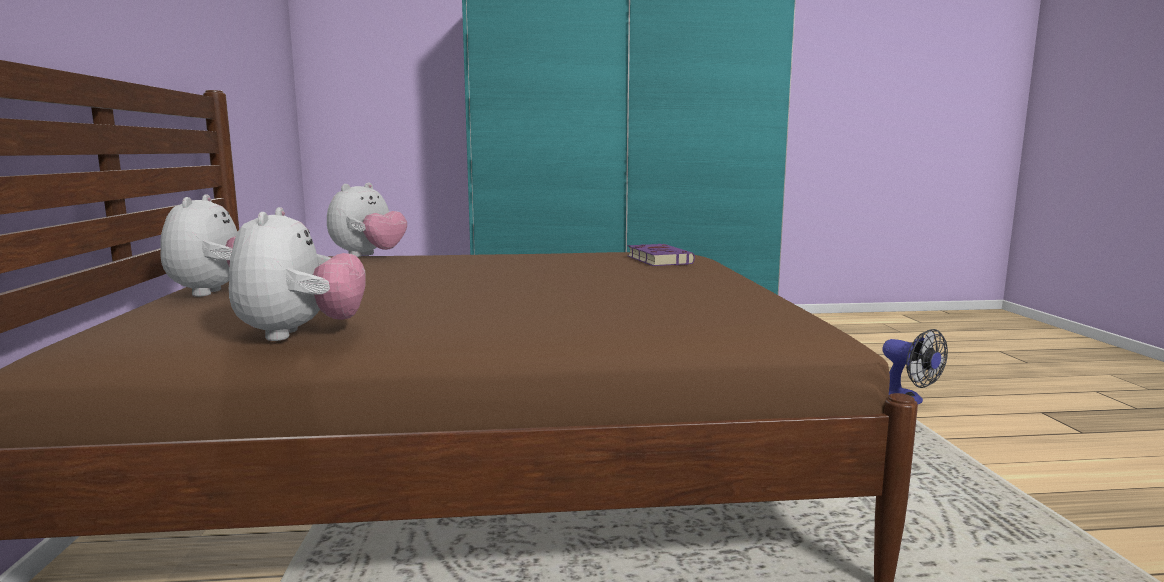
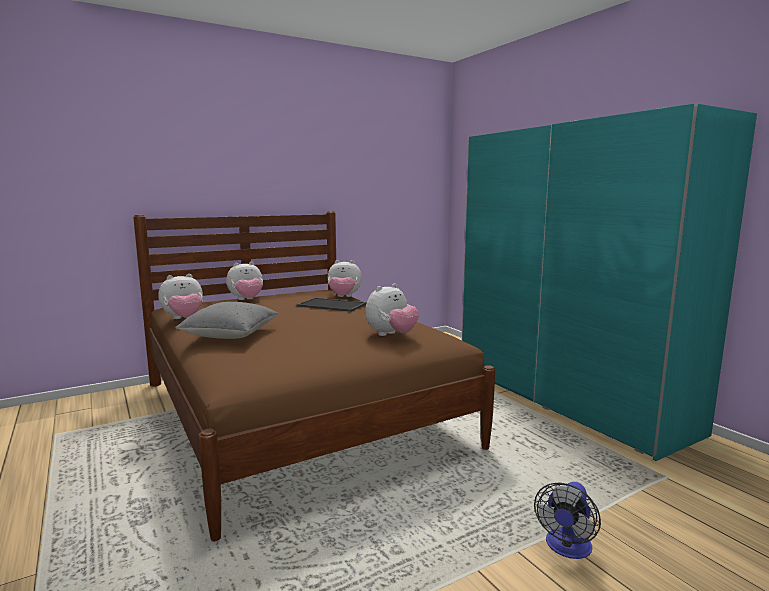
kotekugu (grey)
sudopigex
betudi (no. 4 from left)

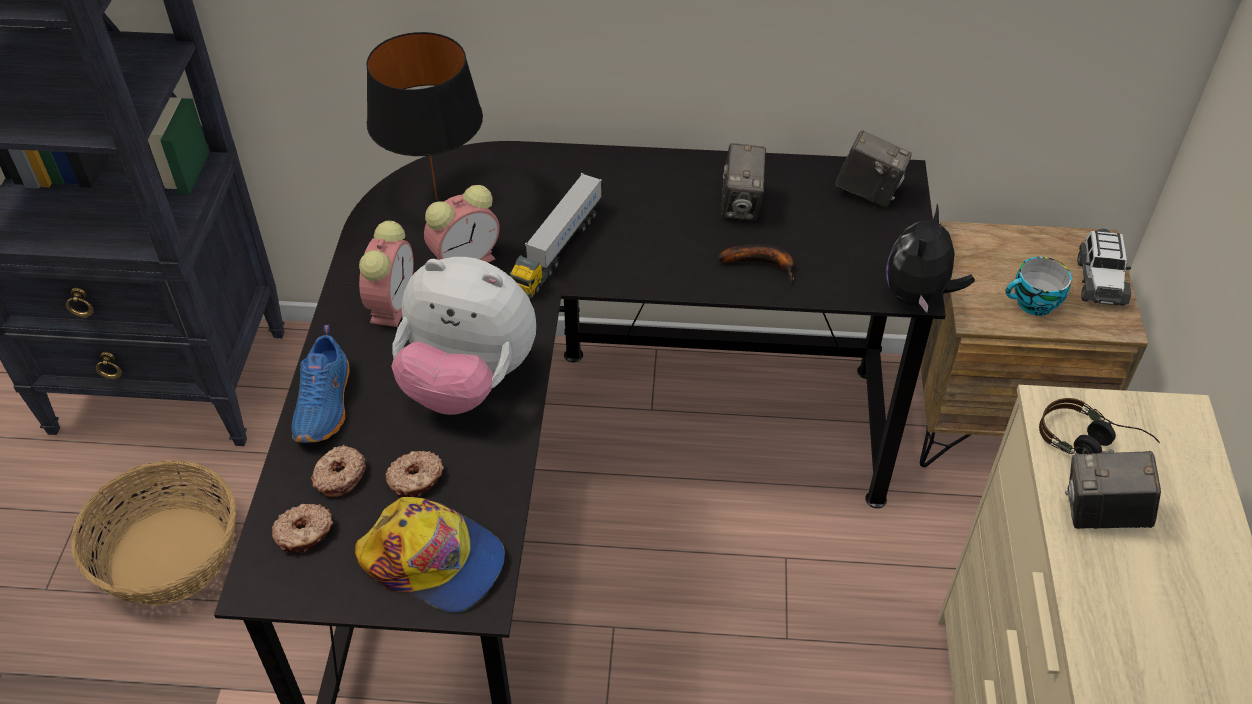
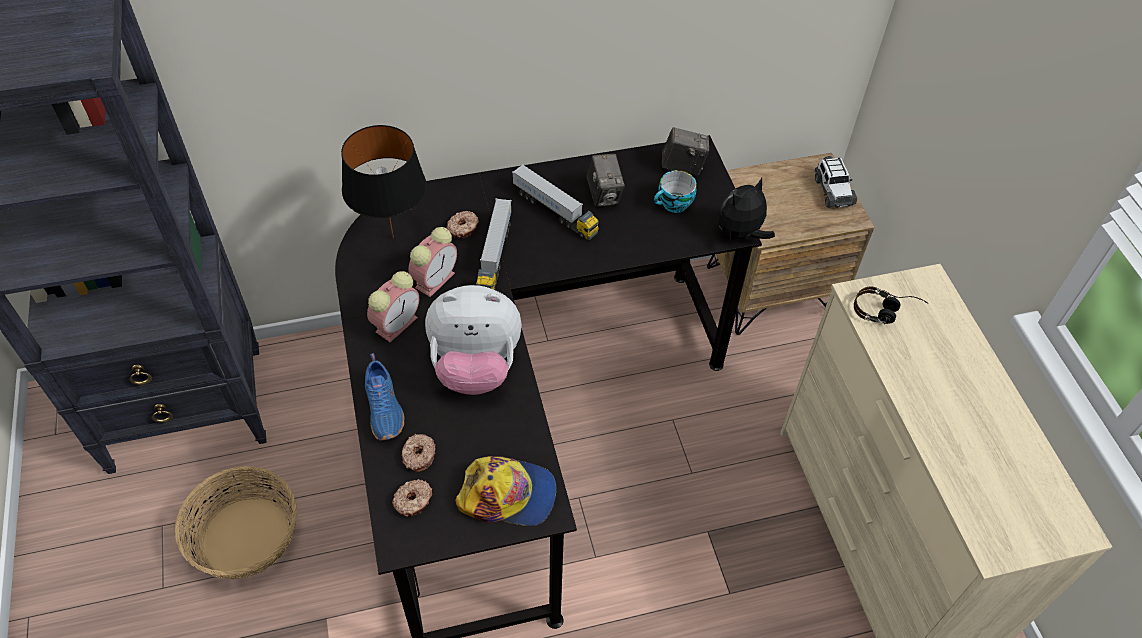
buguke
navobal (no. 3 from left in the first image)
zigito (no. 2 from left)
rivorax (no. 3 from left)
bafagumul
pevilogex (no. 1 from left)
betudi (no. 2 from left)

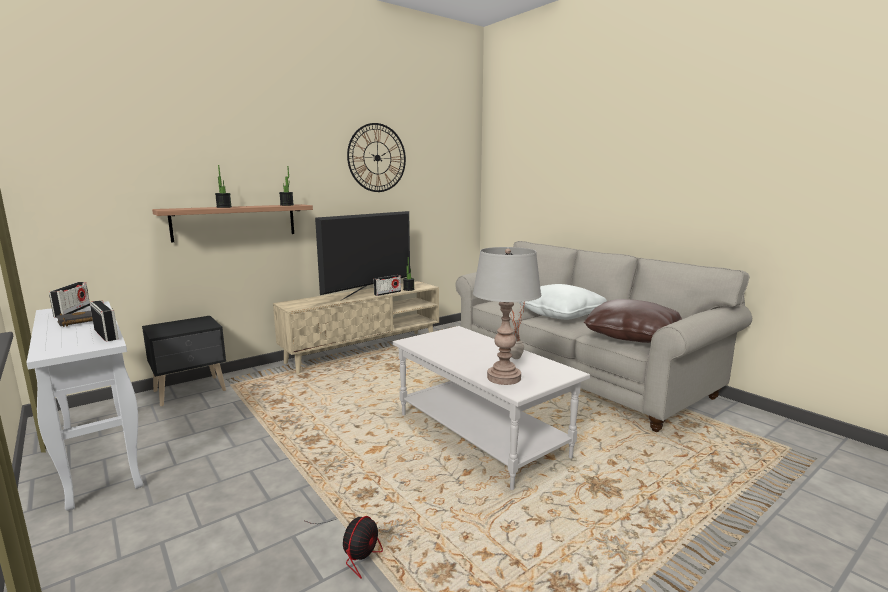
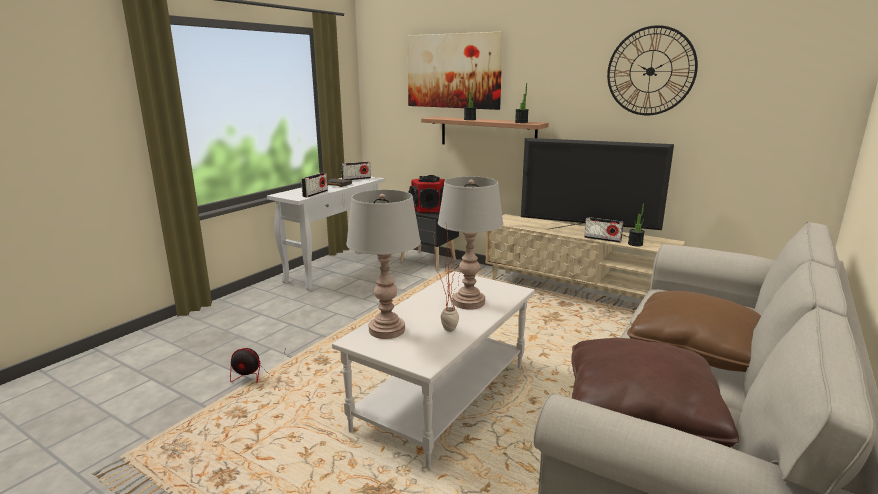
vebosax
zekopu
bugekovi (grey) (no. 2 from left)
kotekugu (brown) (no. 2 from left)

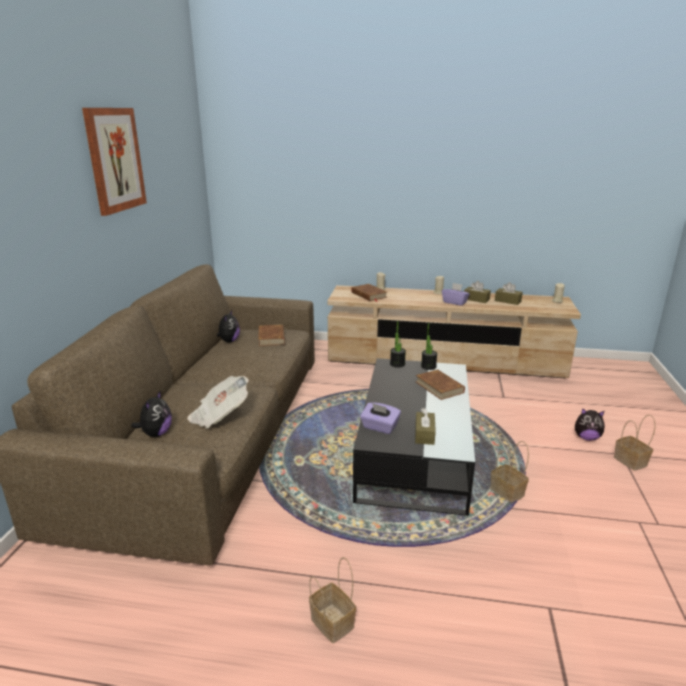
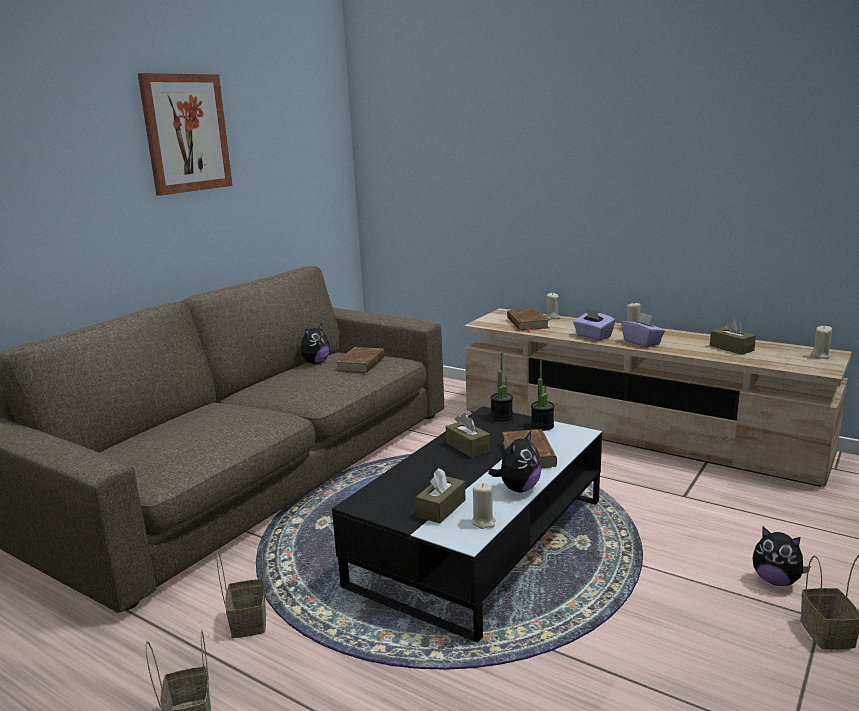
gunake
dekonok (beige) (no. 1 from left)
betudi (no. 2 from left)
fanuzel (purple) (no. 1 from left)
fanuzel (brown) (no. 2 from left)
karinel (no. 2 from left)

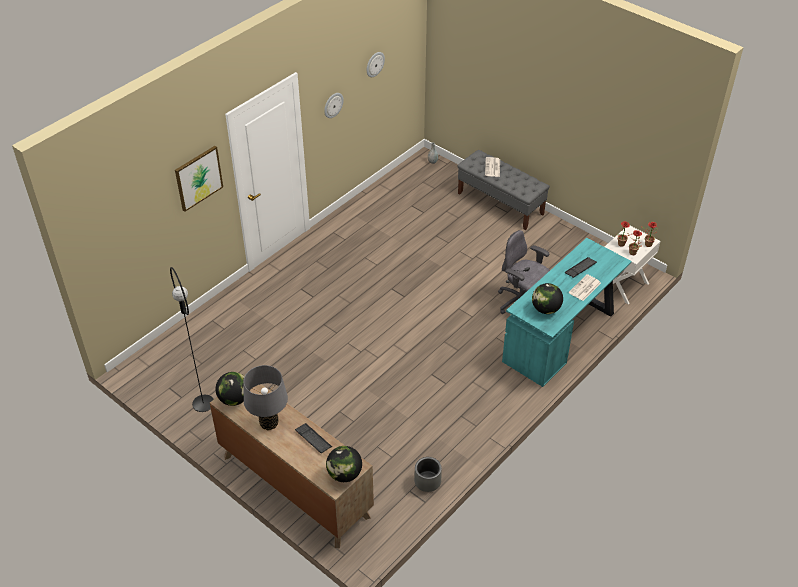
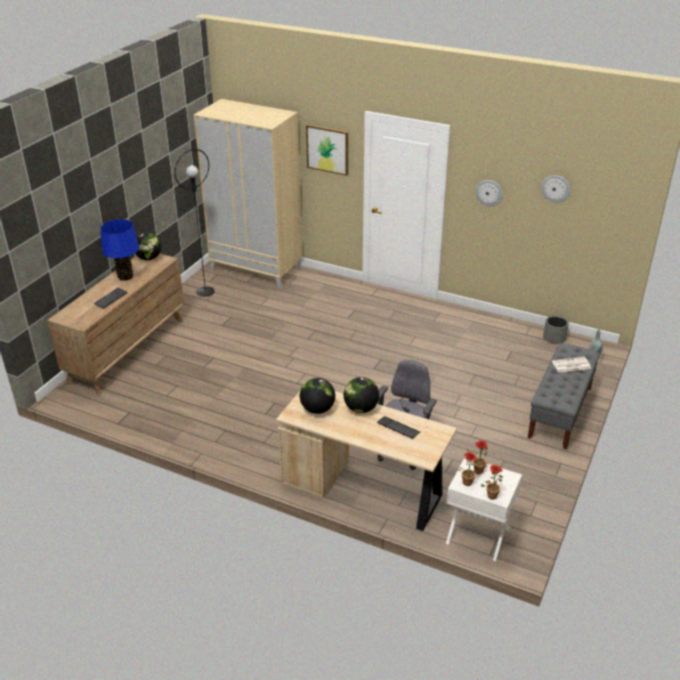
gunake (no. 2 from left in the first image)
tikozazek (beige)
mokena (no. 3 from left)
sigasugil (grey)
bugekovi (blue)
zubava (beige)

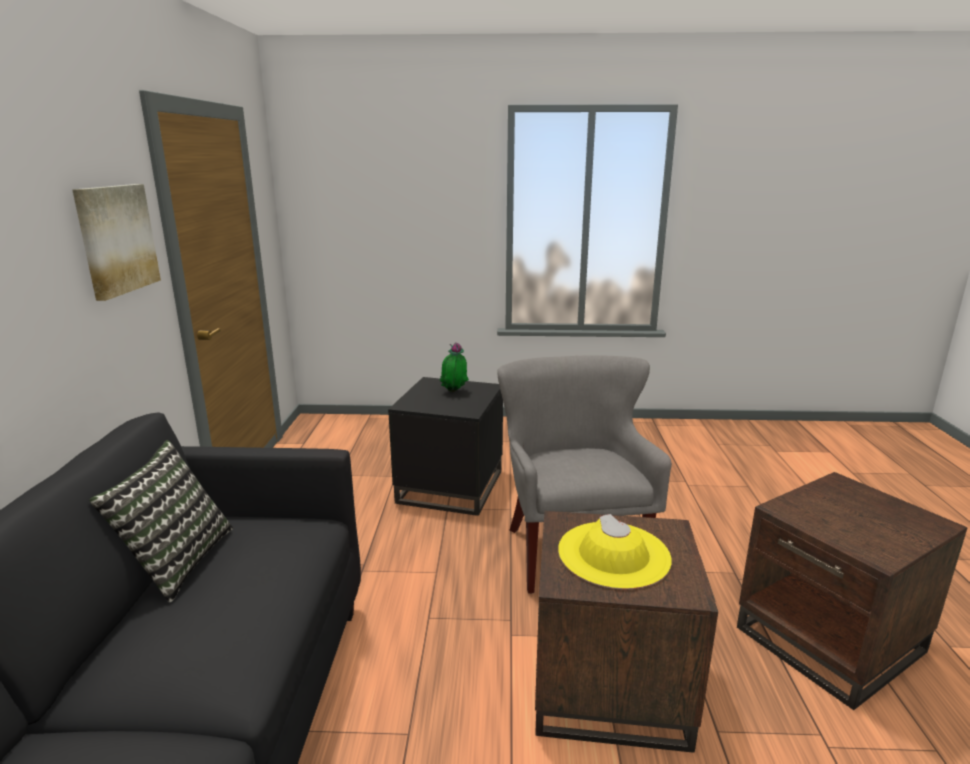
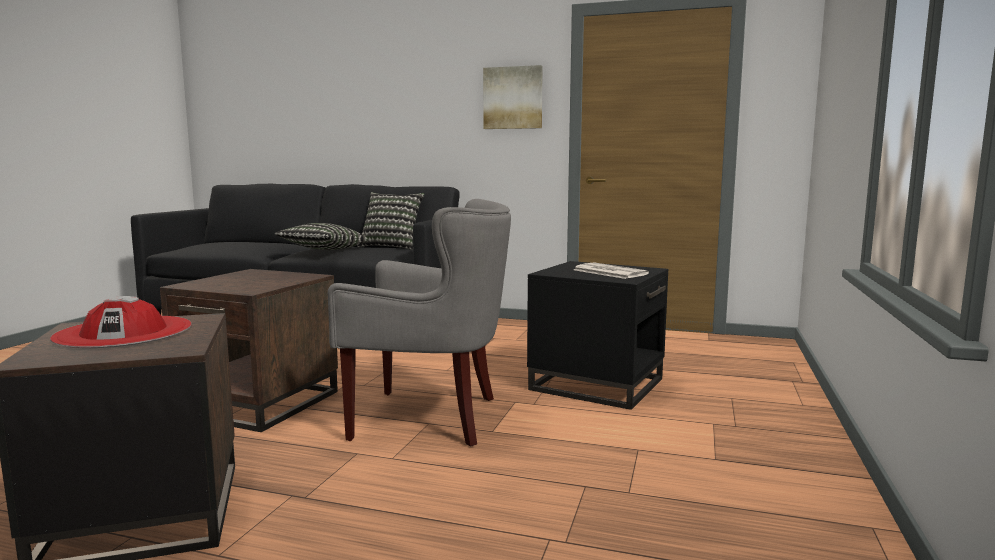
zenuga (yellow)
zenuga (red)
kotekugu (no. 1 from left)
gunake

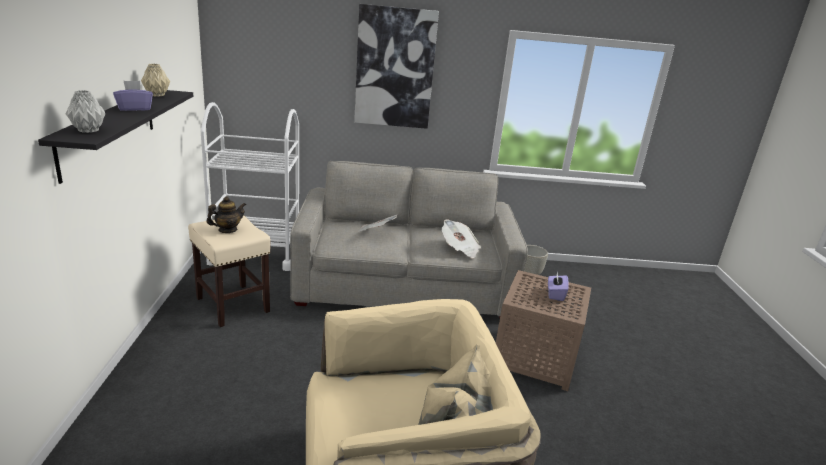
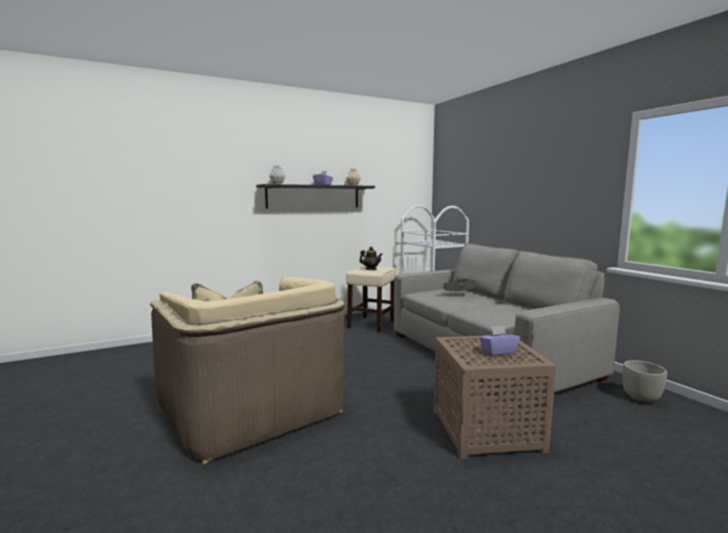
vebosax
gunake (no. 2 from left in the first image)

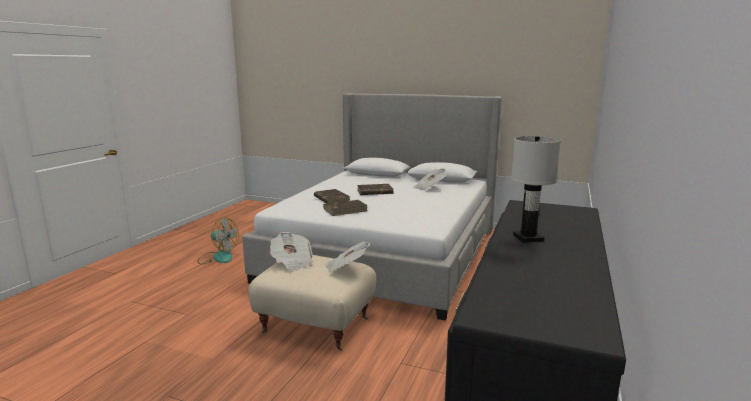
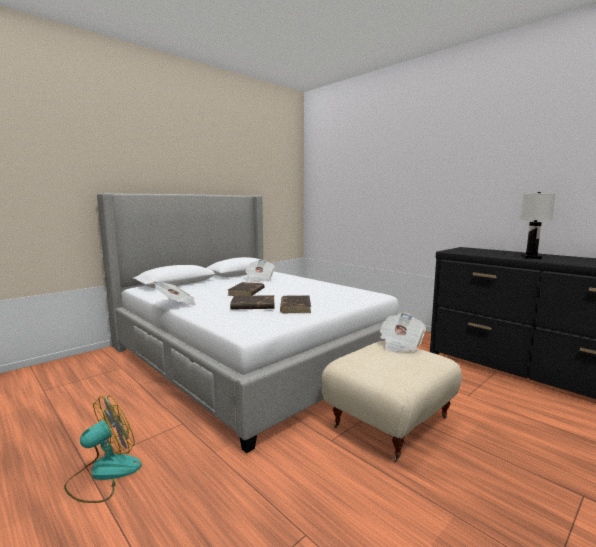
gunake (no. 1 from left)

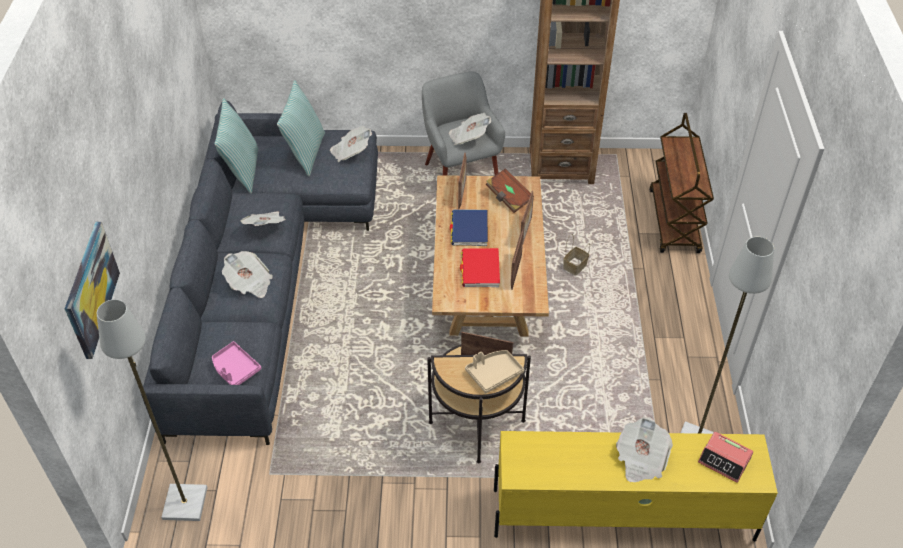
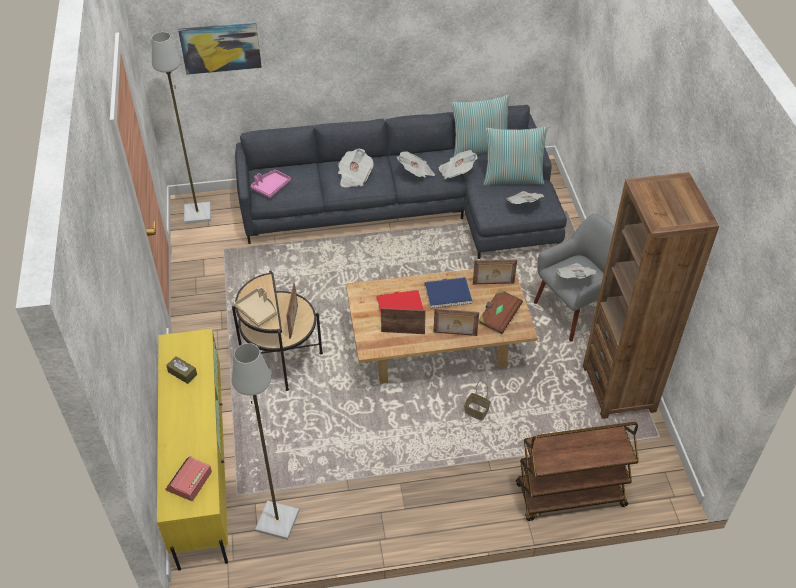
fanuzel (brown)
gunake (no. 3 from left)

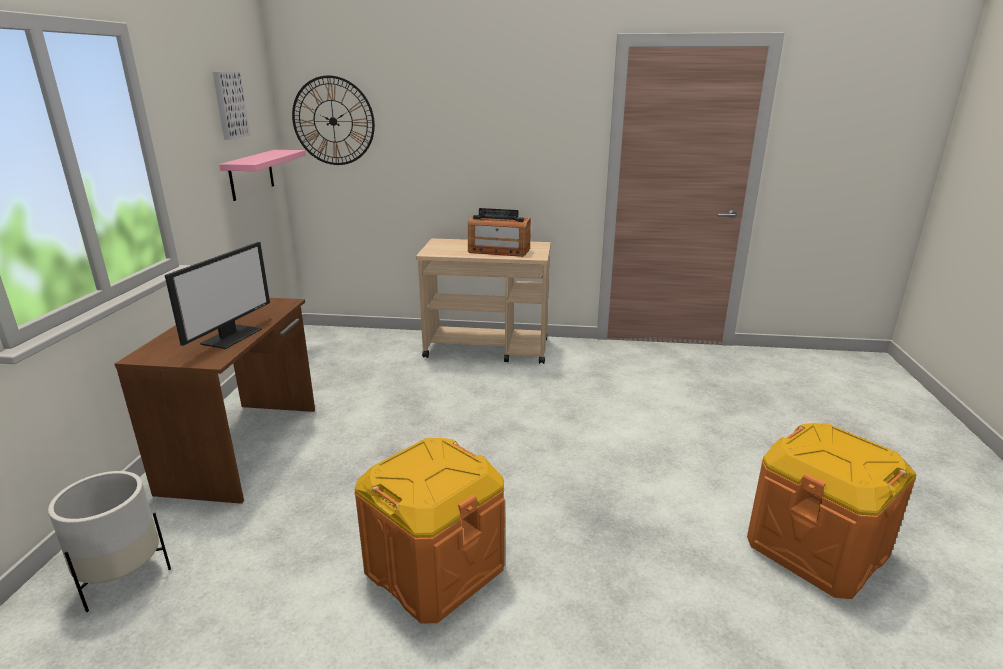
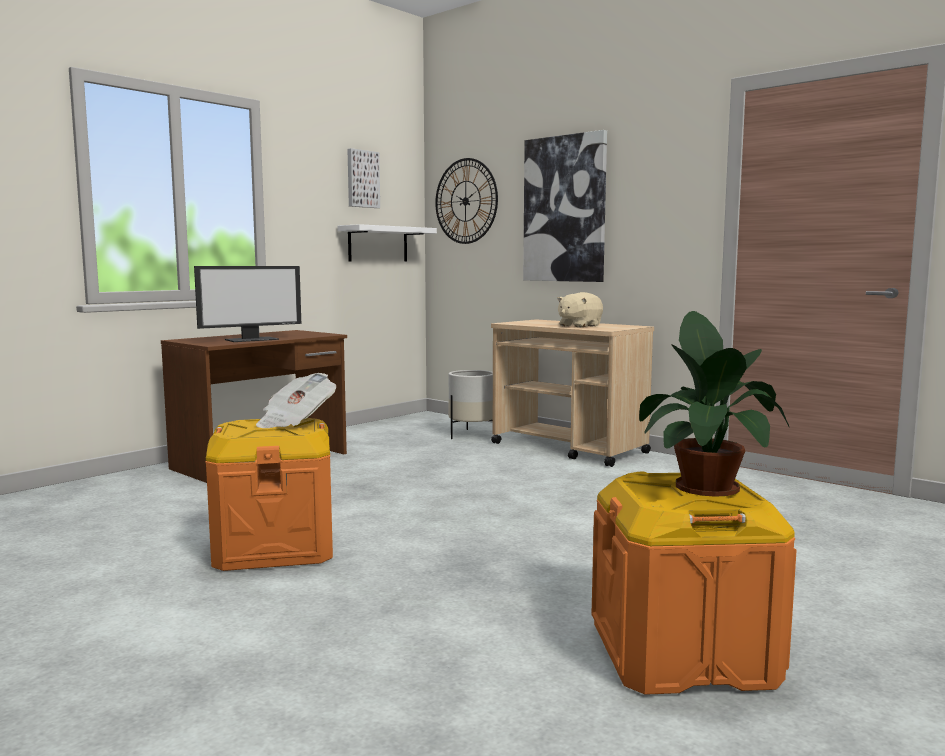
gunake
vebosax (no. 2 from left)
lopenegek
sigasugil (white)
betudi (beige)
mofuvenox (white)

